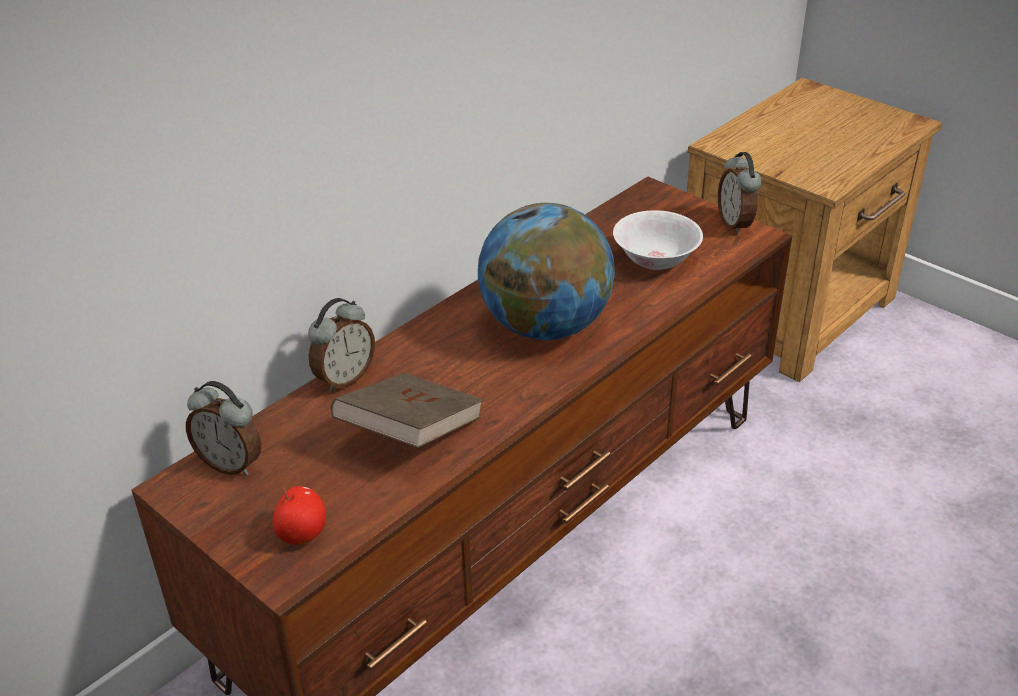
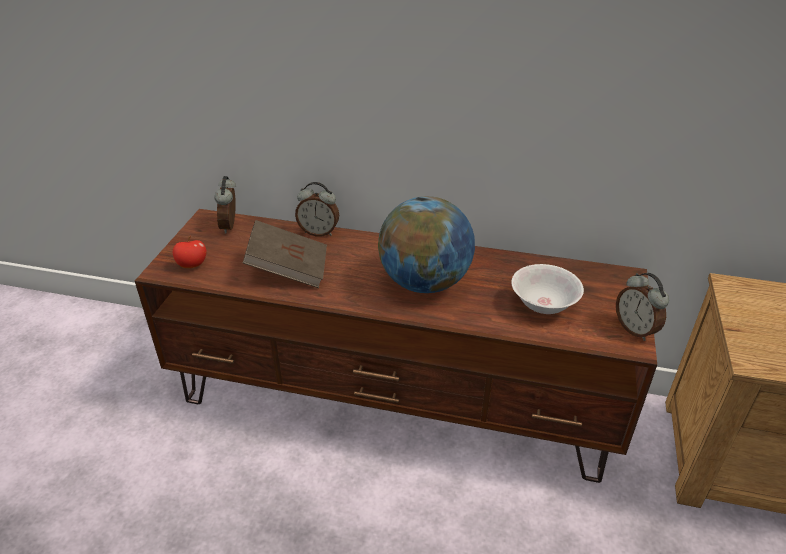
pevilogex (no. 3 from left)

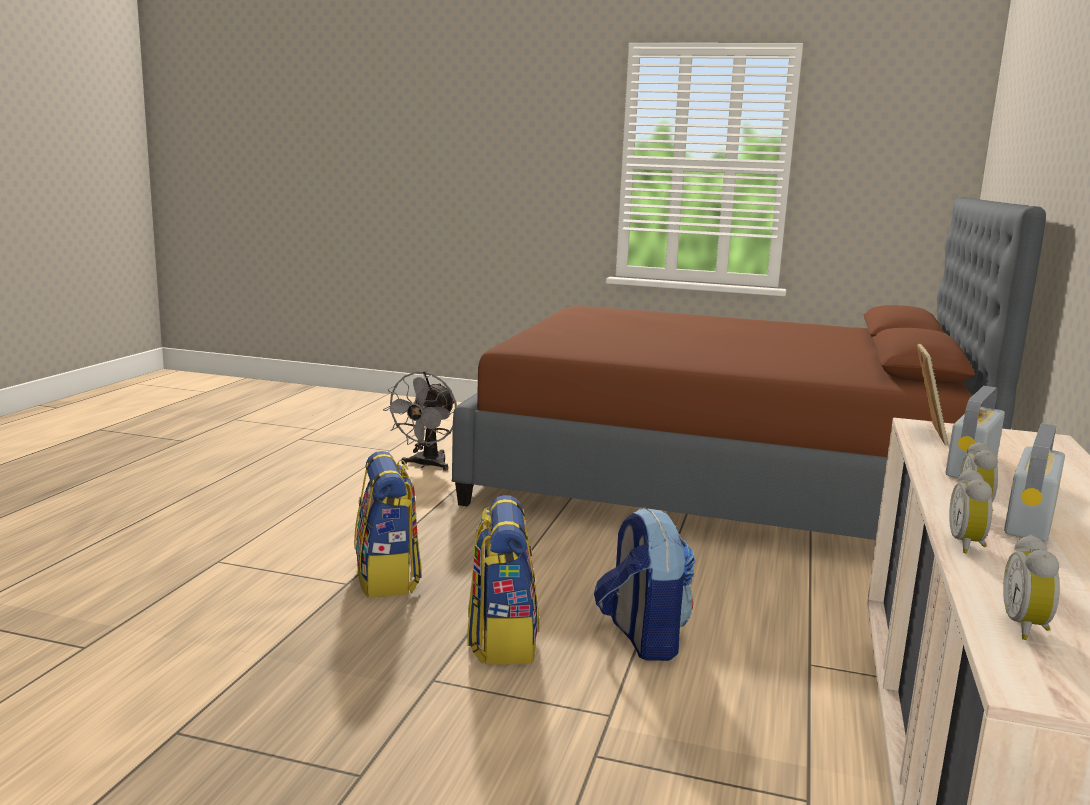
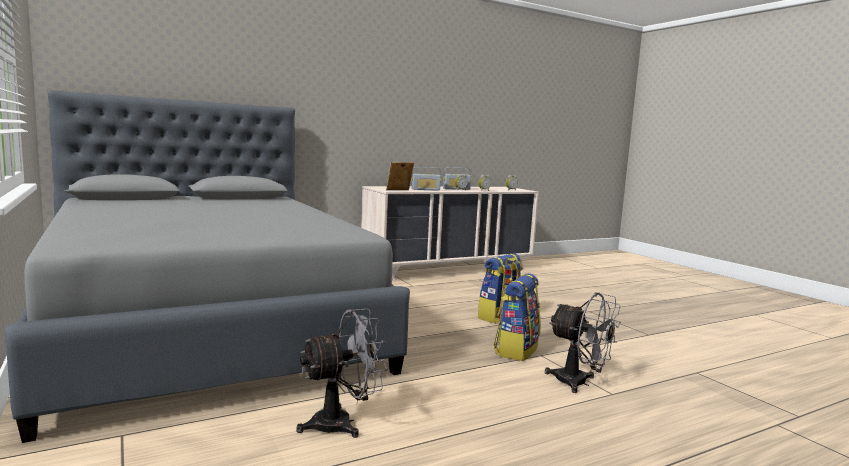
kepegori (no. 3 from left in the first image)
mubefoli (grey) (no. 2 from left)
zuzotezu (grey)

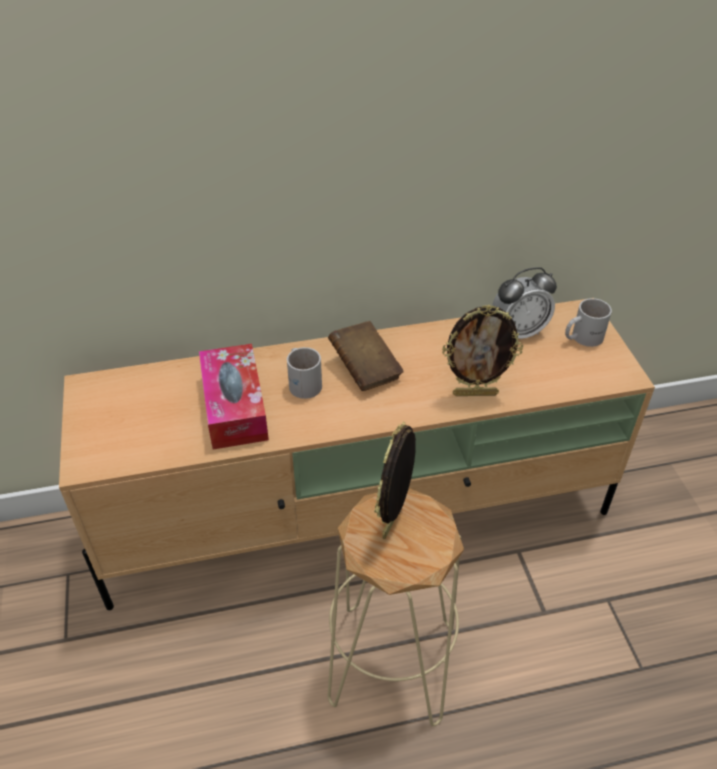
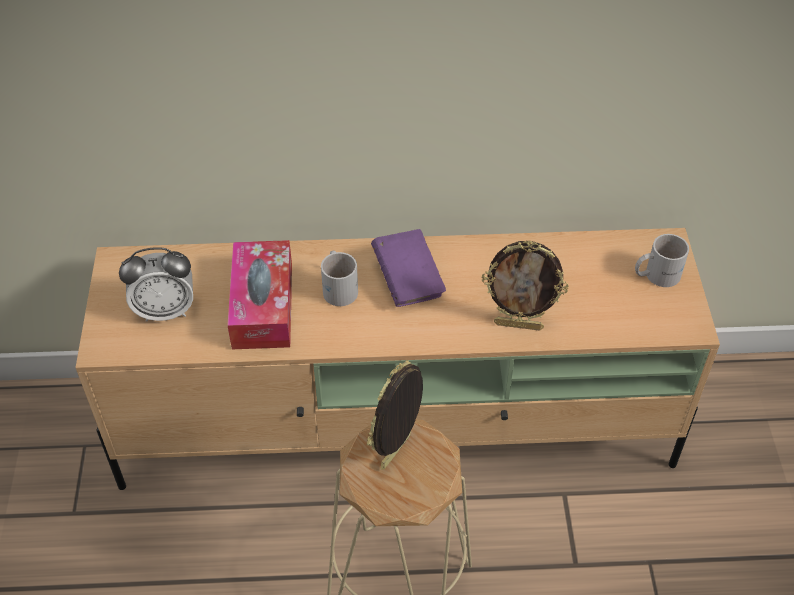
pevilogex
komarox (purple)

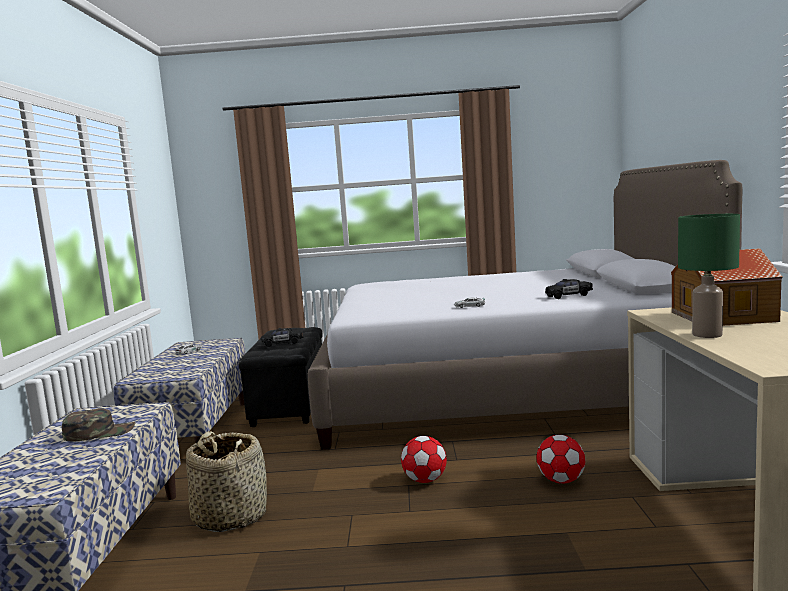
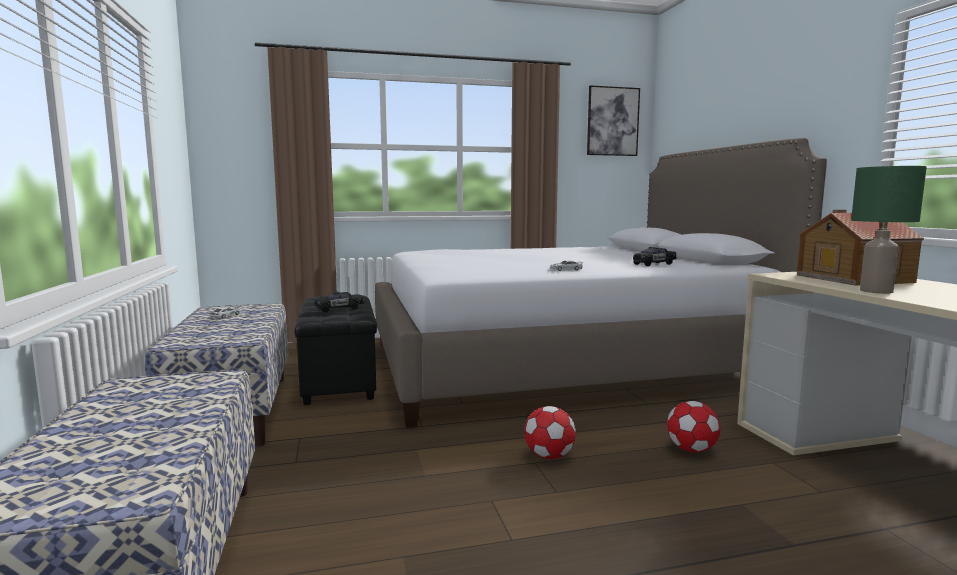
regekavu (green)
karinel
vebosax

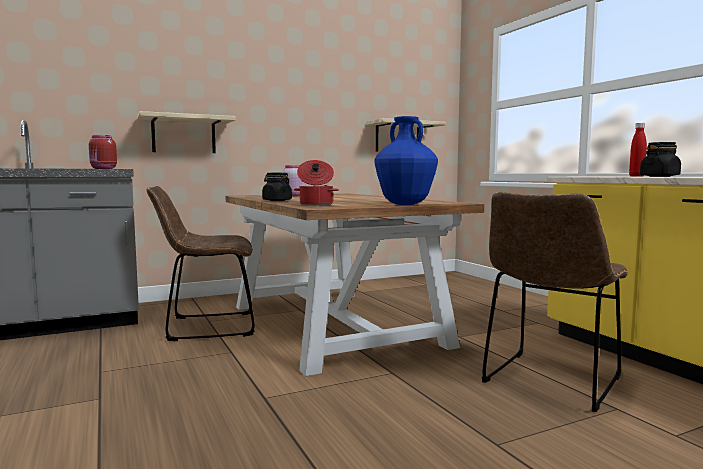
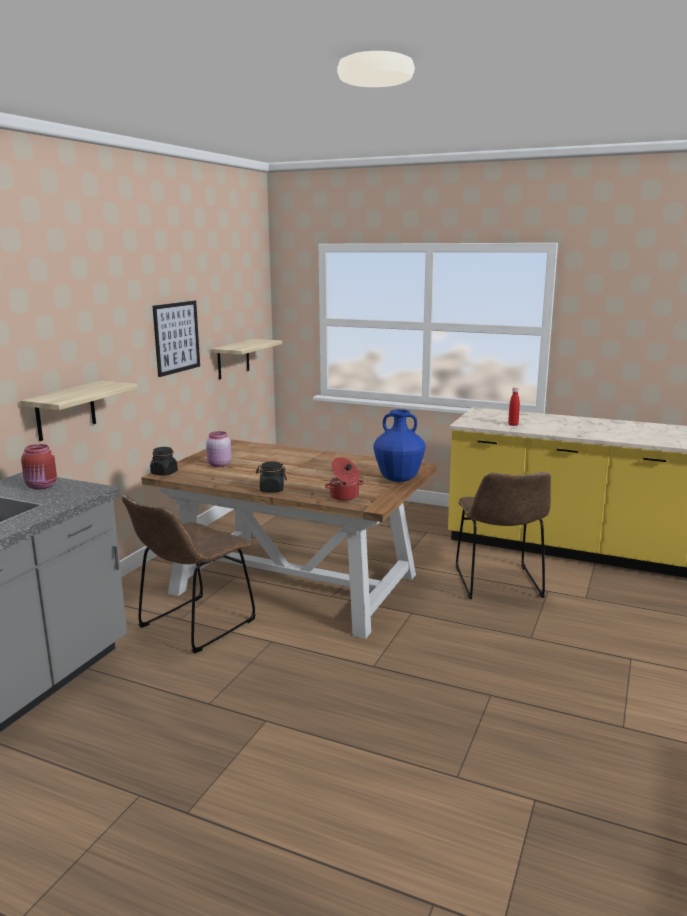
vebosax
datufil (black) (no. 1 from left)

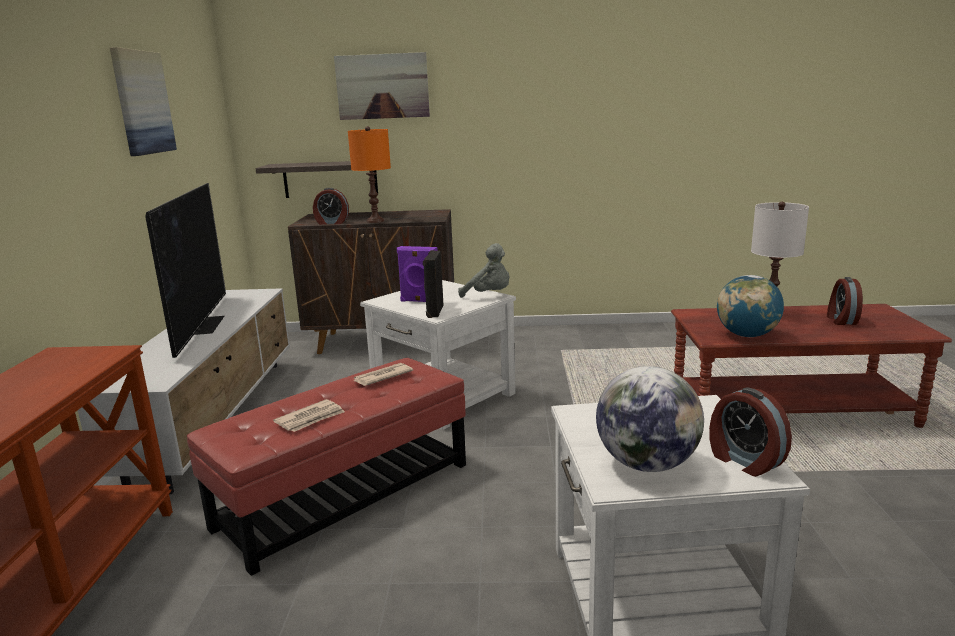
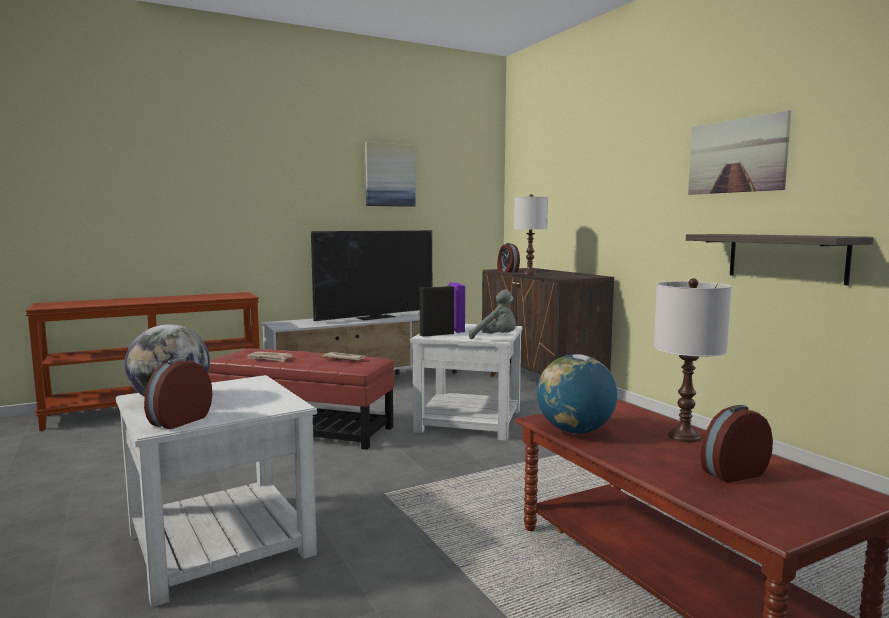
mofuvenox
vebosax (no. 2 from left)
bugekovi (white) (no. 1 from left)
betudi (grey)

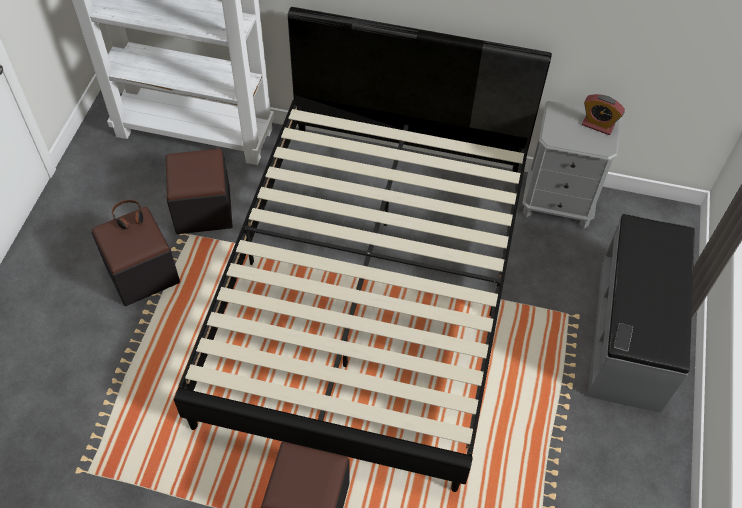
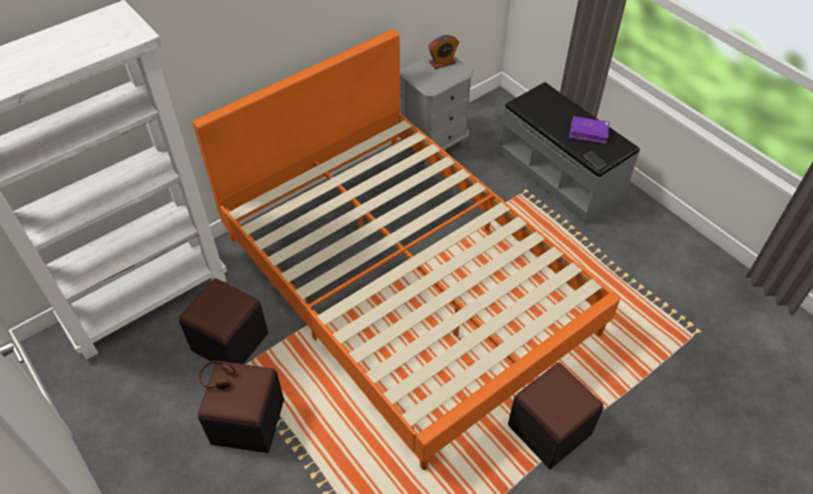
komarox (purple)
zuzotezu (orange)

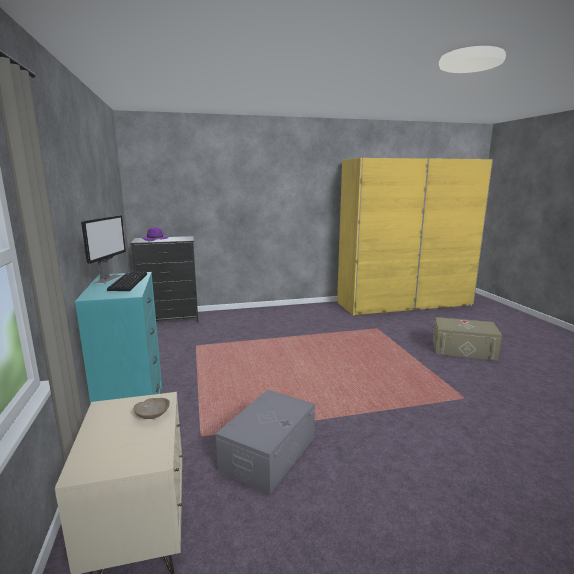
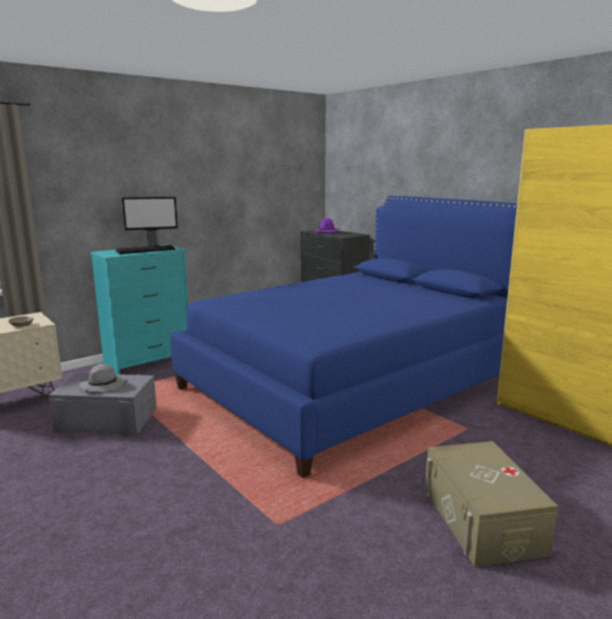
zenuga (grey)
zuzotezu (blue)

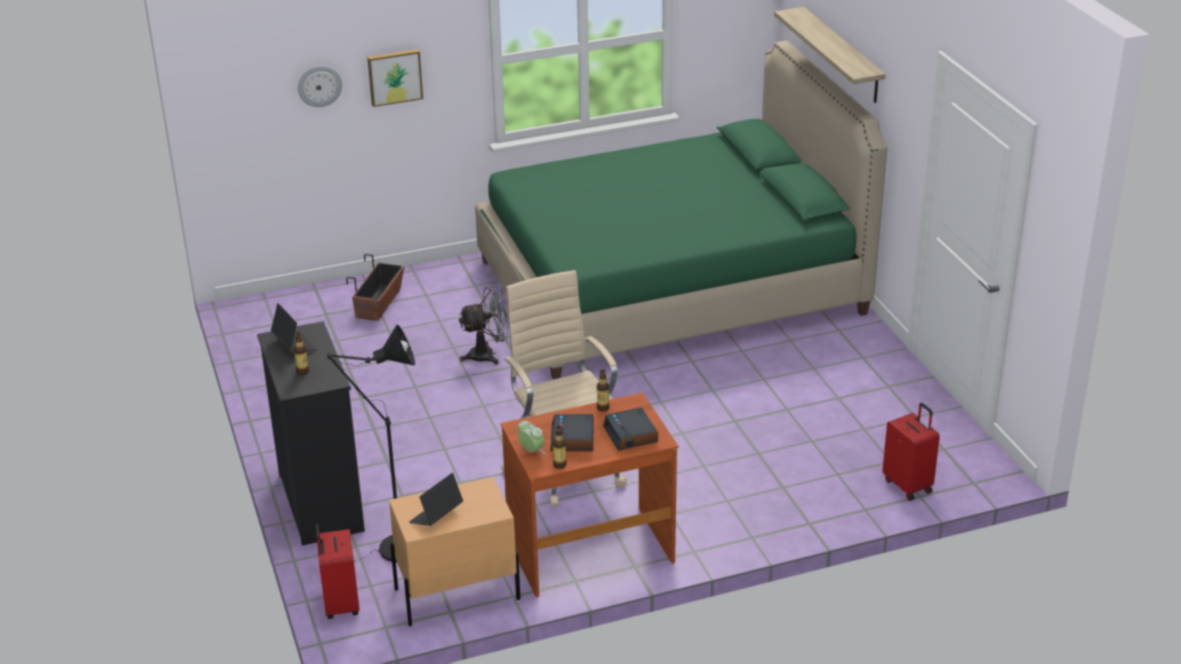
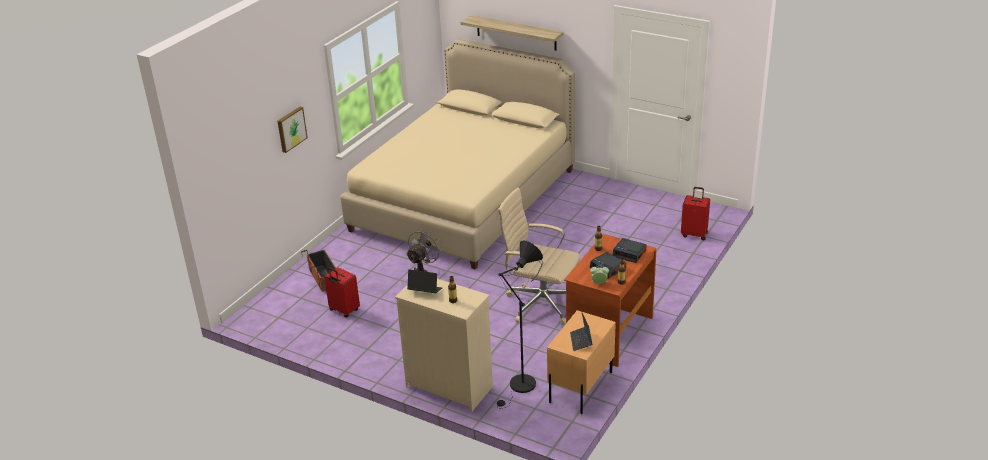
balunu
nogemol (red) (no. 1 from left)
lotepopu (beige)
zuzotezu (beige)

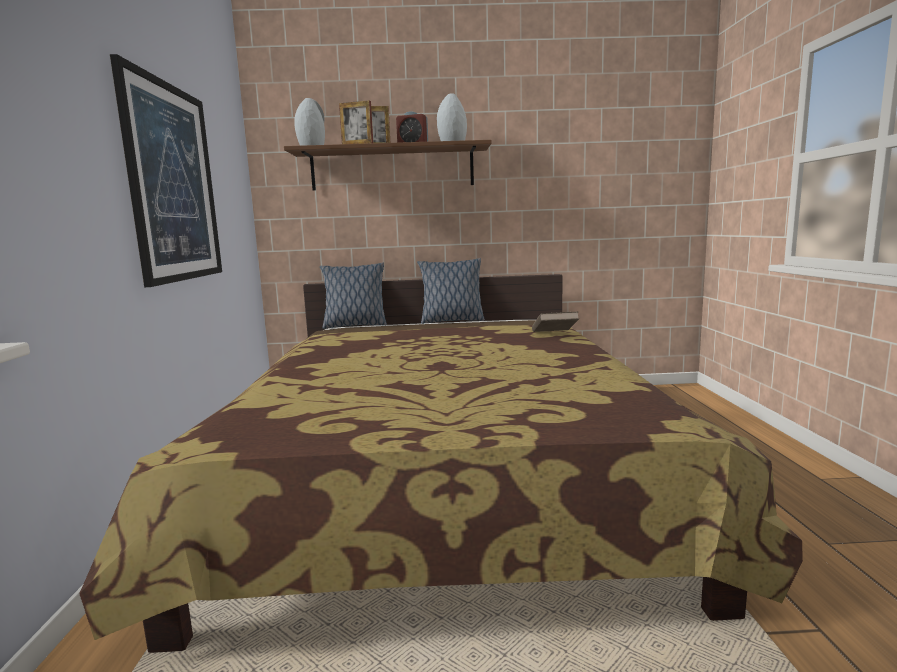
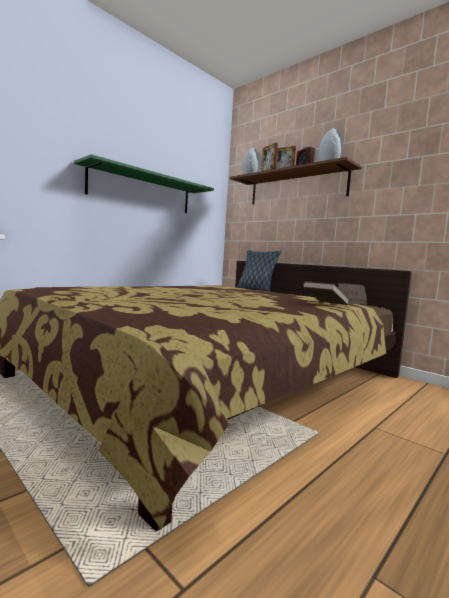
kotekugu (no. 2 from left in the first image)
komarox (brown) (no. 2 from left)
mofuvenox (green)

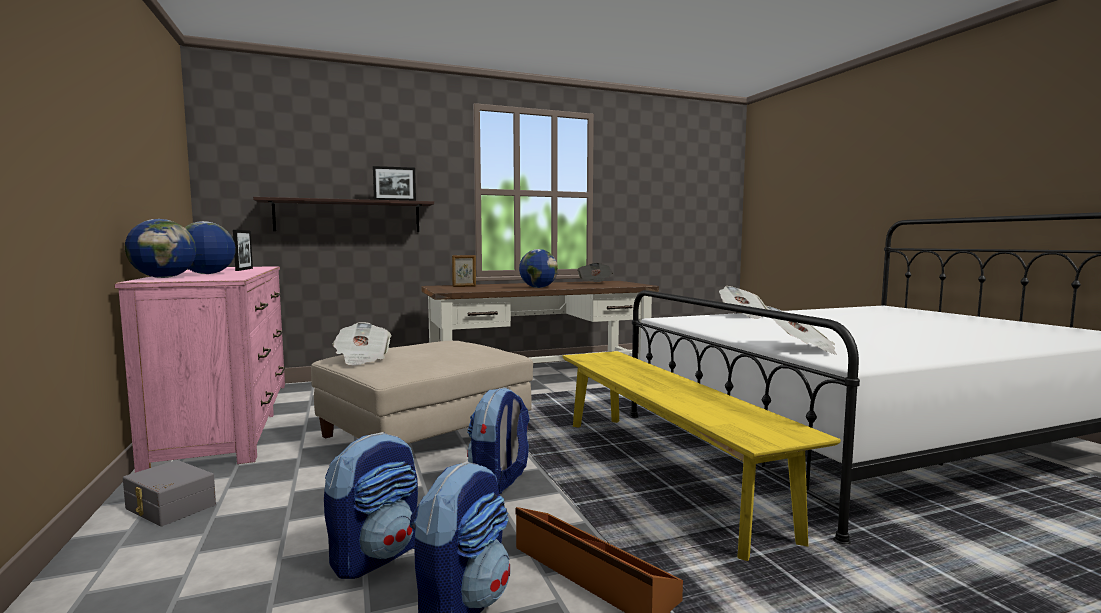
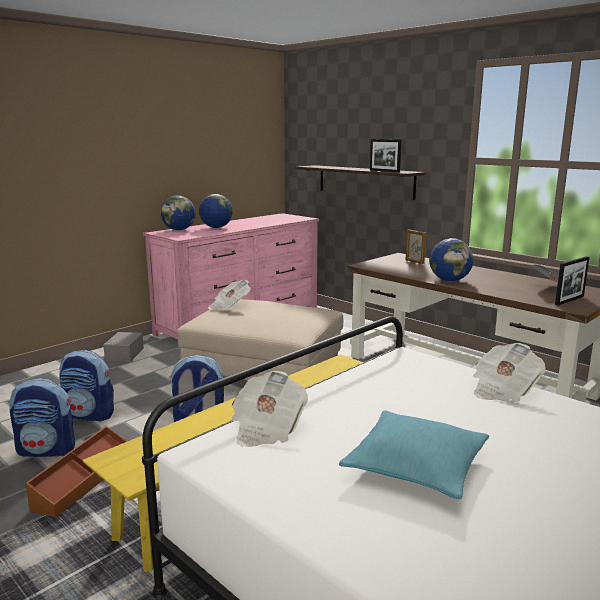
kotekugu (turquoise)
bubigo (no. 3 from left)

